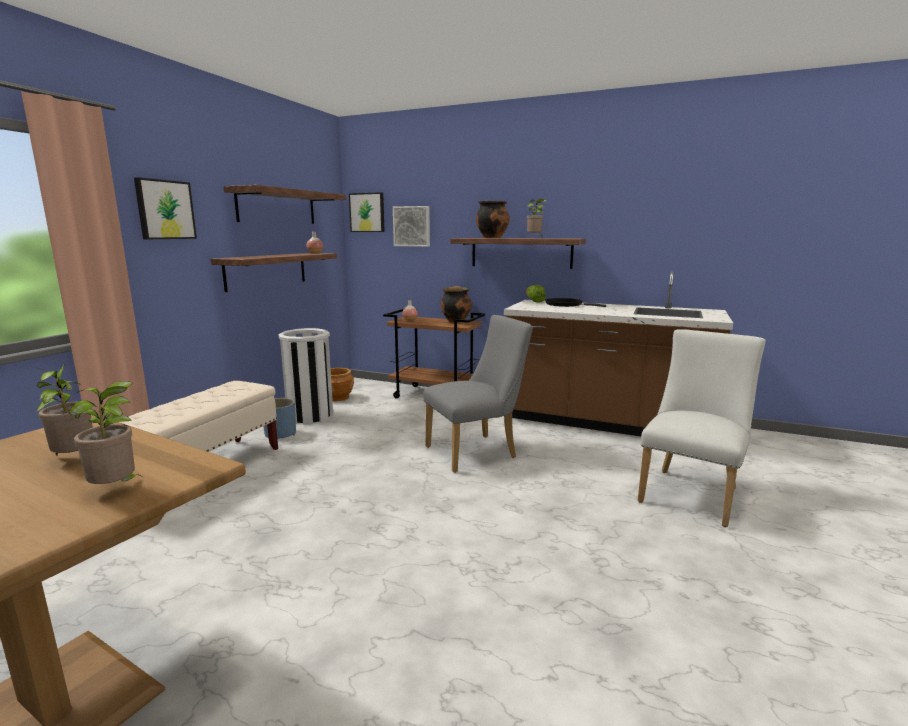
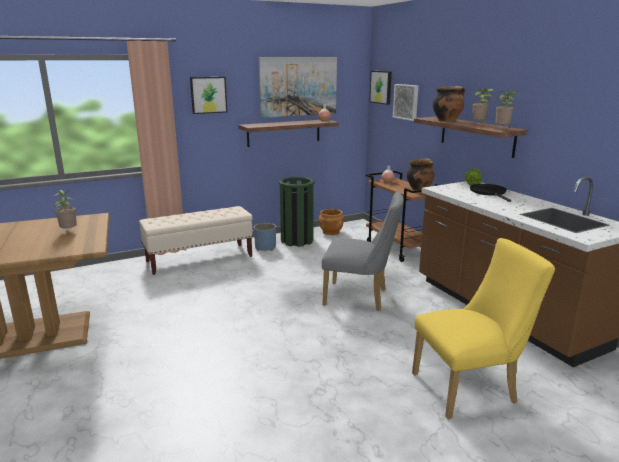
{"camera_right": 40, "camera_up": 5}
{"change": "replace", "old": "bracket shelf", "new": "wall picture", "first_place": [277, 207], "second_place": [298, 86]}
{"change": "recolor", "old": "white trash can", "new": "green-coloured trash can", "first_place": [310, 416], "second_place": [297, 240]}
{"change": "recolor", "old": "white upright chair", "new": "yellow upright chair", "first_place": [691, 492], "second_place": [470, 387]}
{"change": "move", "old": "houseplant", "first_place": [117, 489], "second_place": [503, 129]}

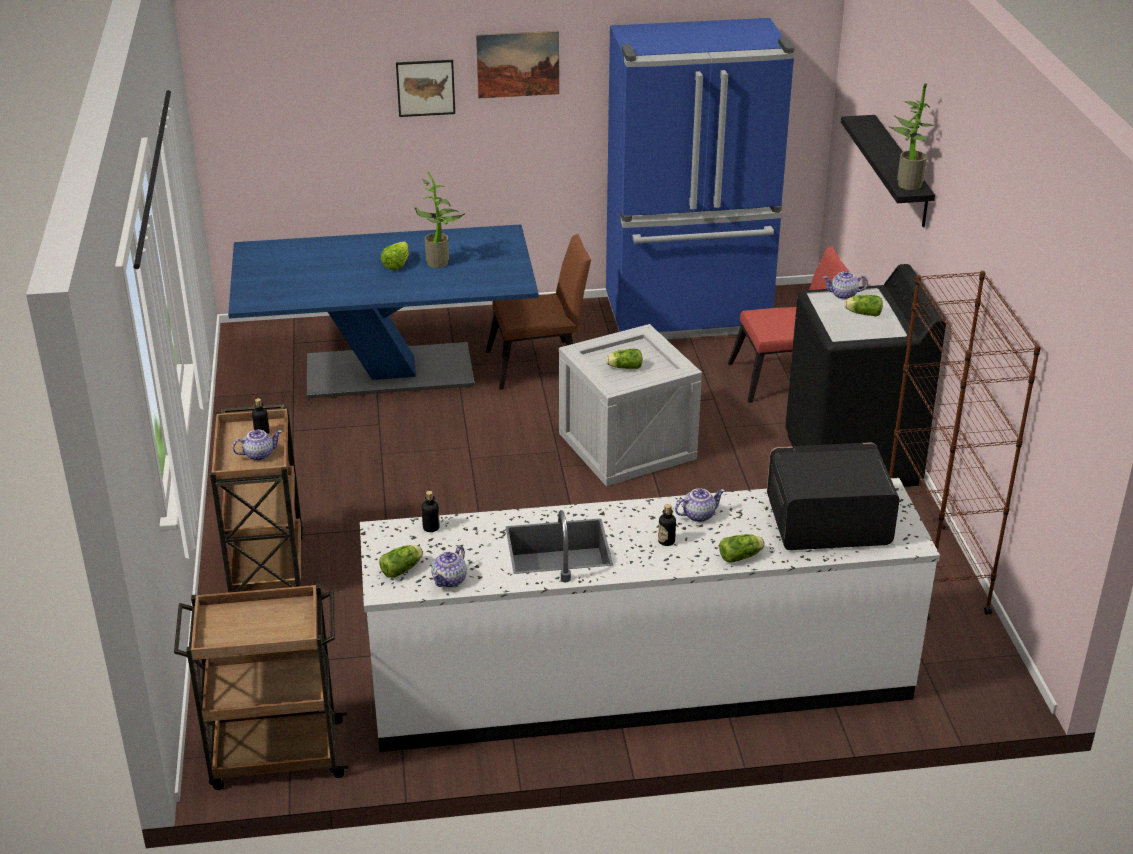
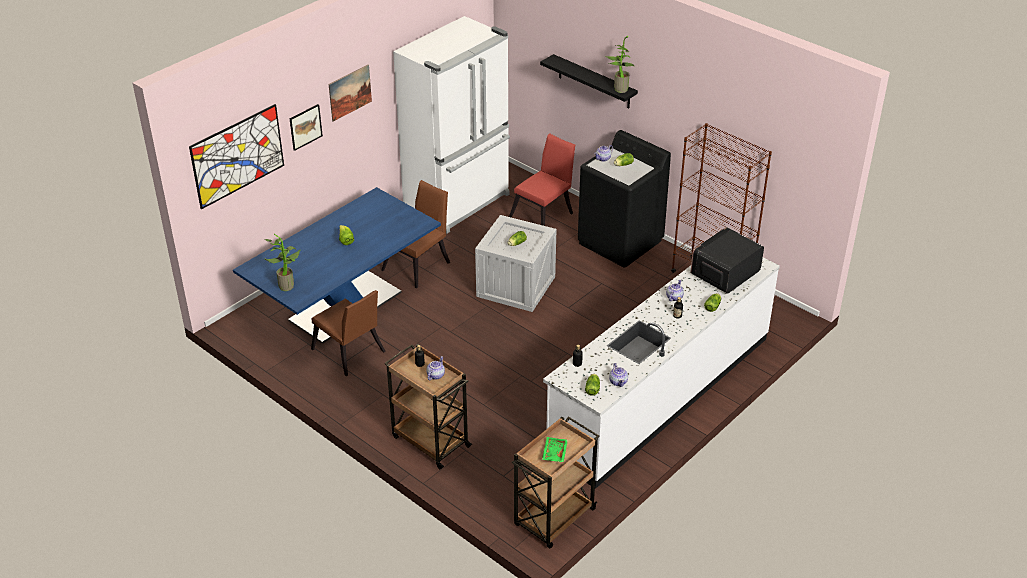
{"camera_right": -40, "camera_up": 5}
{"change": "insert", "new": "wall picture", "second_place": [238, 156]}
{"change": "move", "old": "houseplant", "first_place": [441, 262], "second_place": [287, 285]}
{"change": "insert", "new": "brown-coloured upright chair", "second_place": [350, 353]}
{"change": "recolor", "old": "bluish fridge", "new": "white fridge", "first_place": [689, 318], "second_place": [459, 203]}
{"change": "insert", "new": "green-coloured tray", "second_place": [554, 453]}

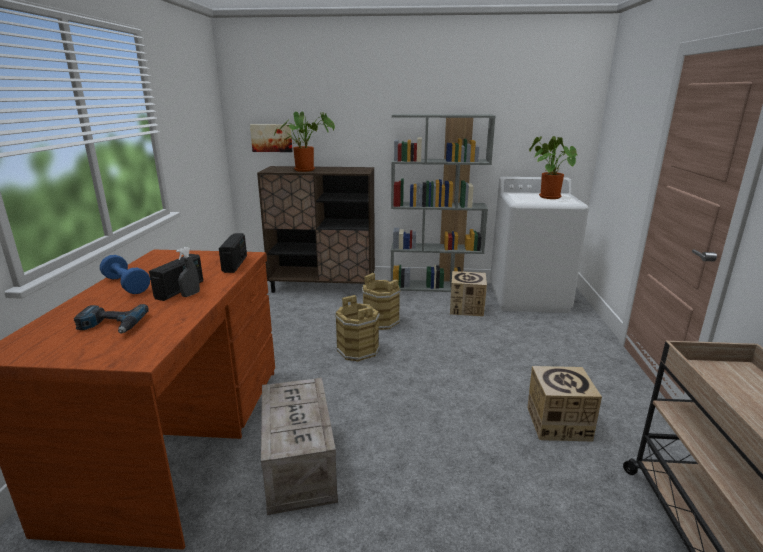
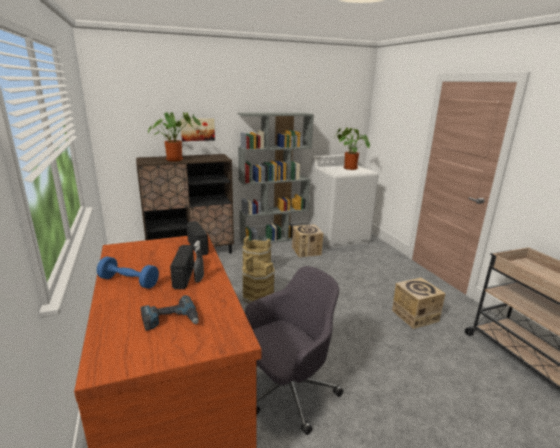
{"camera_right": -25, "camera_up": 0}
{"change": "move", "old": "wall picture", "first_place": [272, 138], "second_place": [197, 129]}
{"change": "replace", "old": "crate", "new": "grey computer chair", "first_place": [300, 464], "second_place": [287, 391]}

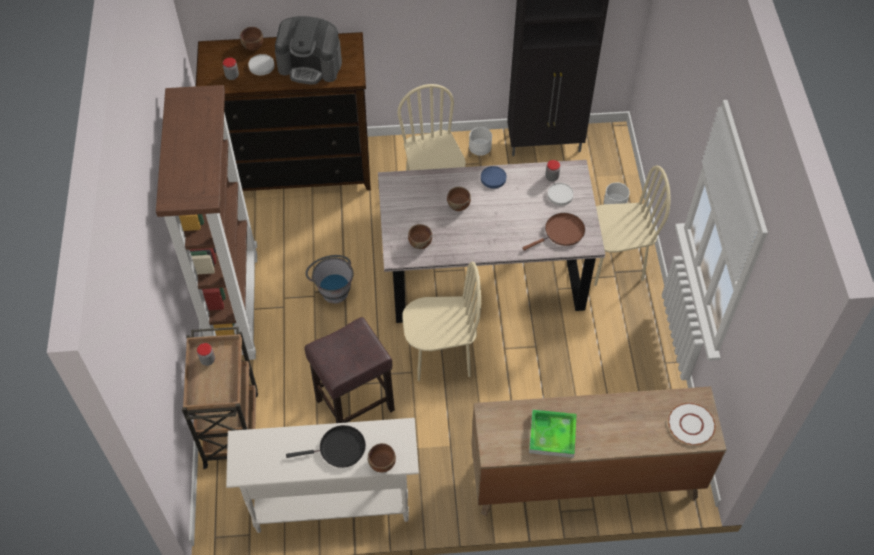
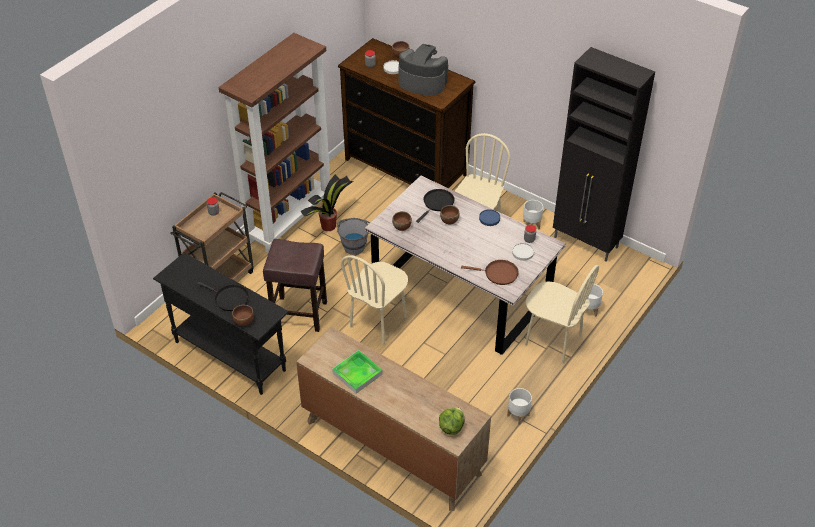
{"camera_right": 40, "camera_up": -10}
{"change": "recolor", "old": "white narrow table", "new": "blackish narrow table", "first_place": [331, 503], "second_place": [230, 355]}
{"change": "insert", "new": "houseplant", "second_place": [329, 225]}
{"change": "rotate", "old": "beige upright chair", "first_place": [441, 357], "second_place": [378, 322], "degrees": 90}
{"change": "rotate", "old": "coffee brewer", "first_place": [310, 65], "second_place": [422, 82], "degrees": 150}
{"change": "insert", "new": "blackish frying pan", "second_place": [437, 203]}
{"change": "replace", "old": "white plate", "new": "lettuce head", "first_place": [691, 425], "second_place": [451, 427]}
{"change": "insert", "new": "white planter", "second_place": [518, 415]}

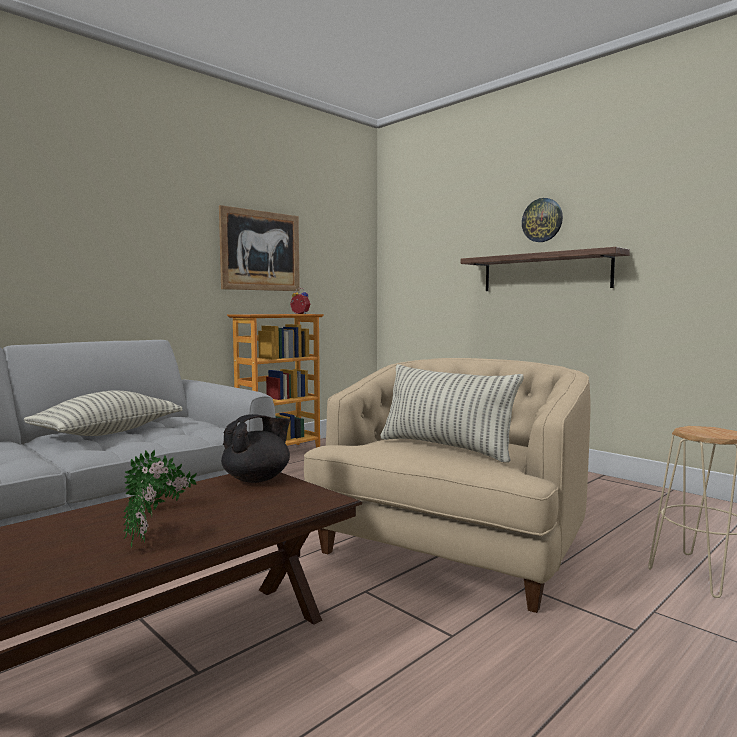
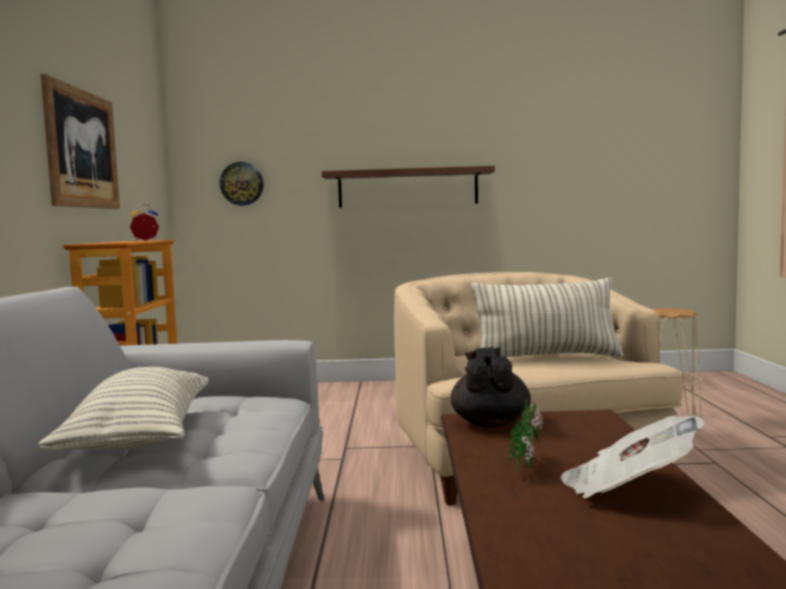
{"camera_right": -45, "camera_up": 0}
{"change": "move", "old": "wall clock", "first_place": [542, 220], "second_place": [242, 183]}
{"change": "replace", "old": "houseplant", "new": "newspaper", "first_place": [139, 540], "second_place": [627, 489]}

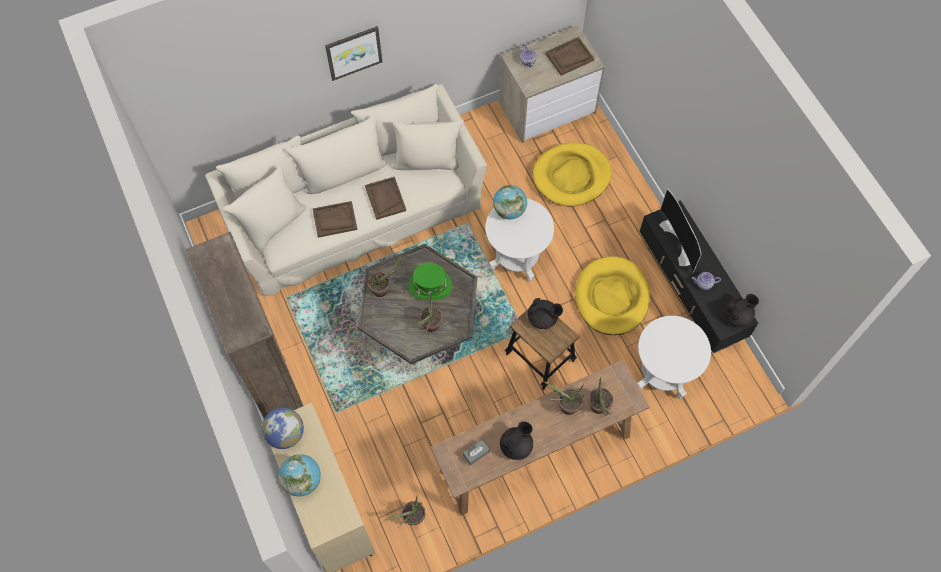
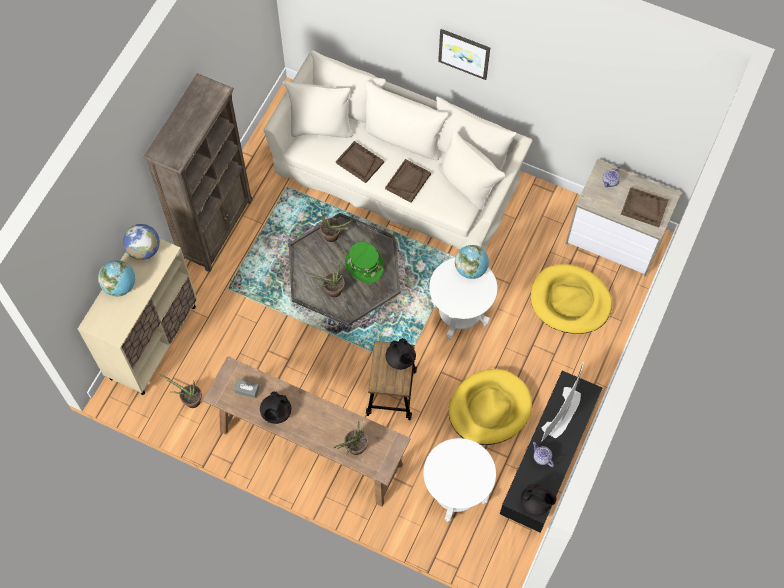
{"camera_right": 50, "camera_up": 0}
{"change": "rotate", "old": "blackish teapot", "first_place": [516, 446], "second_place": [276, 413], "degrees": 105}
{"change": "delete", "old": "houseplant", "first_place": [564, 406]}

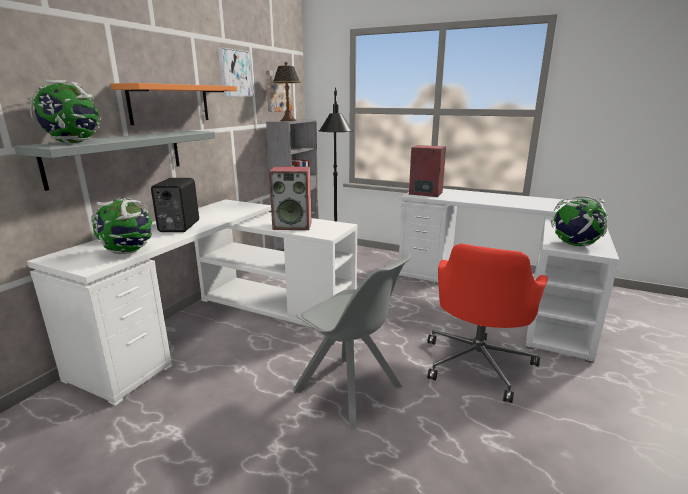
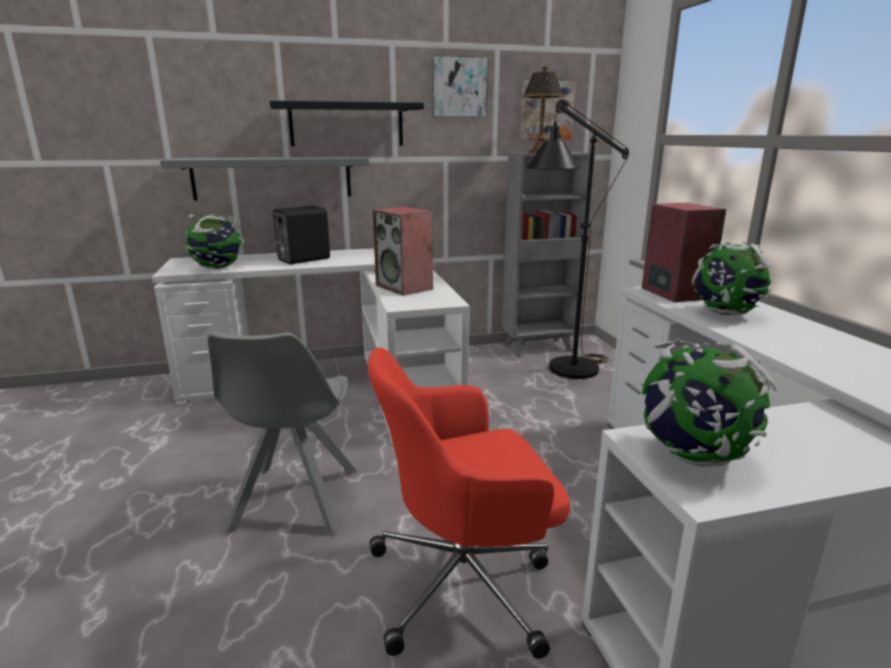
{"camera_right": 50, "camera_up": 0}
{"change": "recolor", "old": "orangey bracket shelf", "new": "blackish bracket shelf", "first_place": [170, 104], "second_place": [347, 125]}
{"change": "move", "old": "globe", "first_place": [73, 143], "second_place": [724, 313]}

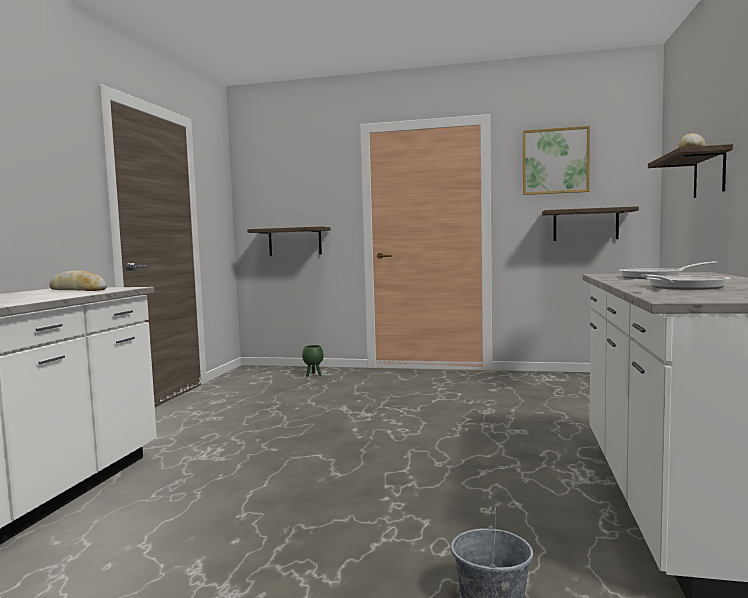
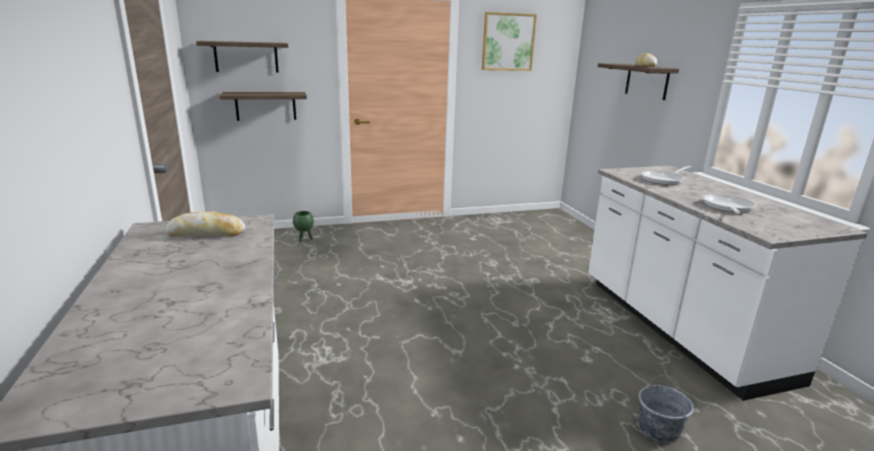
{"camera_right": -30, "camera_up": 15}
{"change": "move", "old": "bracket shelf", "first_place": [585, 225], "second_place": [246, 57]}

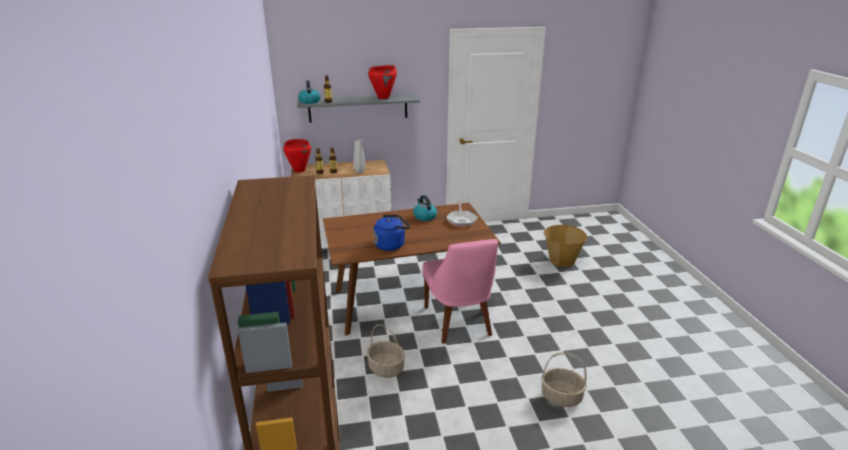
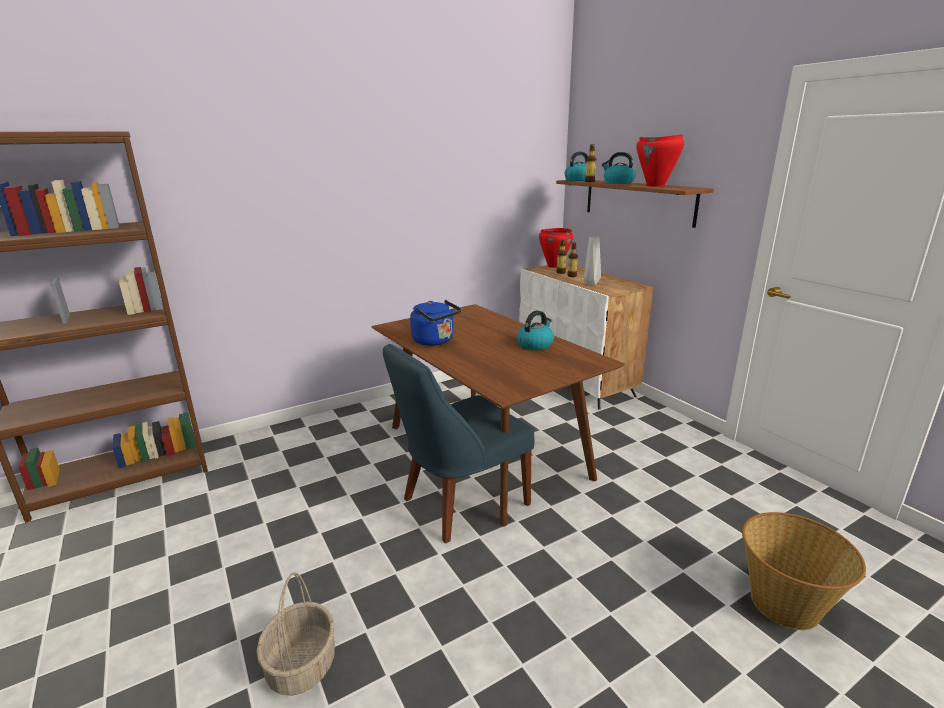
{"camera_right": 70, "camera_up": -5}
{"change": "recolor", "old": "pink-coloured upright chair", "new": "bluish upright chair", "first_place": [458, 323], "second_place": [460, 503]}
{"change": "recolor", "old": "grey bracket shelf", "new": "brown-coloured bracket shelf", "first_place": [358, 108], "second_place": [637, 201]}
{"change": "insert", "new": "water kettle", "second_place": [618, 183]}
{"change": "delete", "old": "household basket", "first_place": [385, 368]}
{"change": "delete", "old": "frying pan", "first_place": [461, 219]}

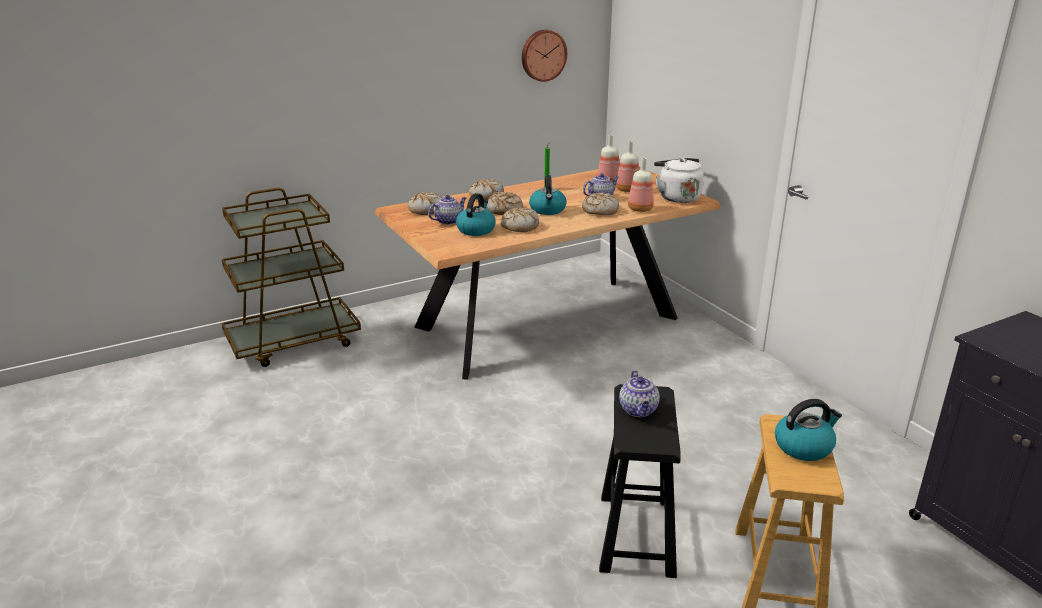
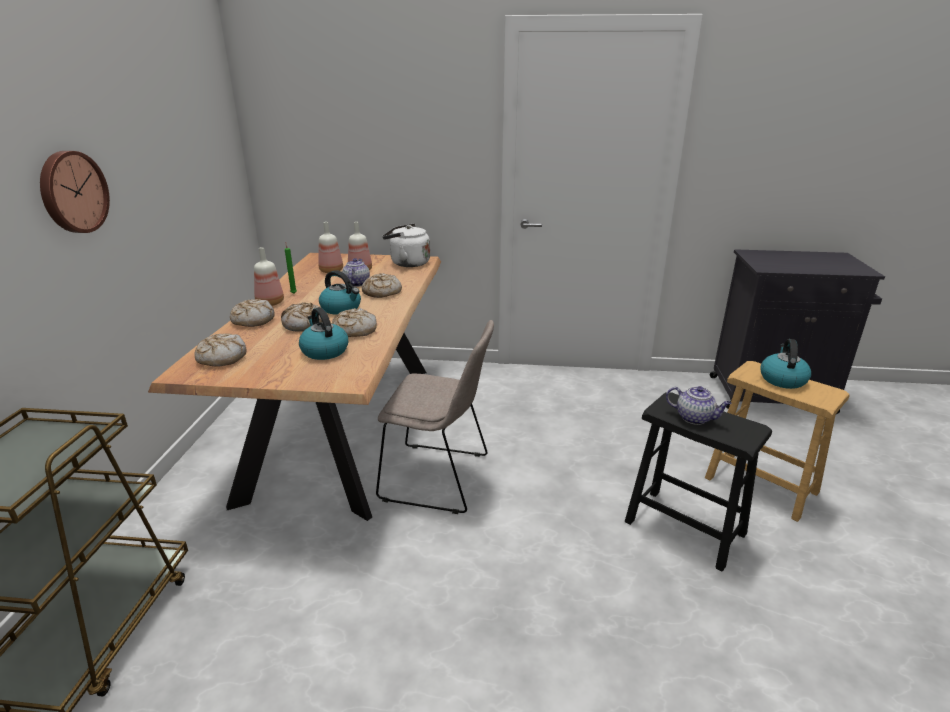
{"camera_right": -55, "camera_up": 0}
{"change": "move", "old": "wall clock", "first_place": [543, 55], "second_place": [72, 192]}
{"change": "move", "old": "beverage bottle", "first_place": [639, 209], "second_place": [270, 303]}
{"change": "insert", "new": "beige upright chair", "second_place": [439, 478]}
{"change": "delete", "old": "teapot", "first_place": [448, 221]}

